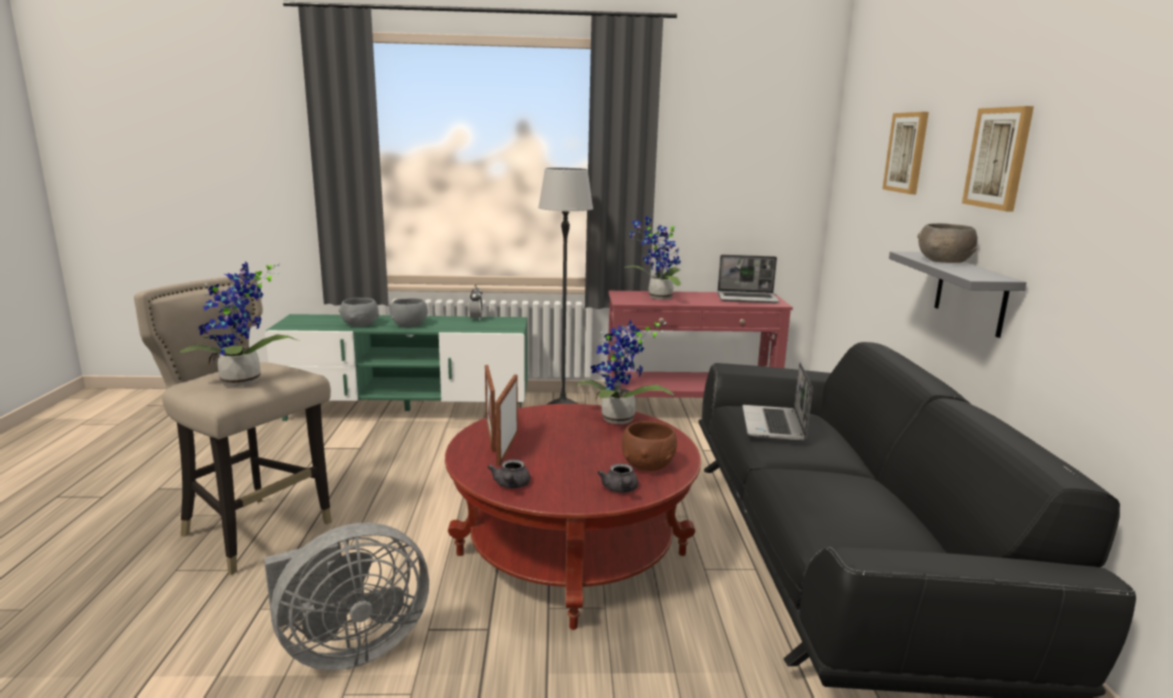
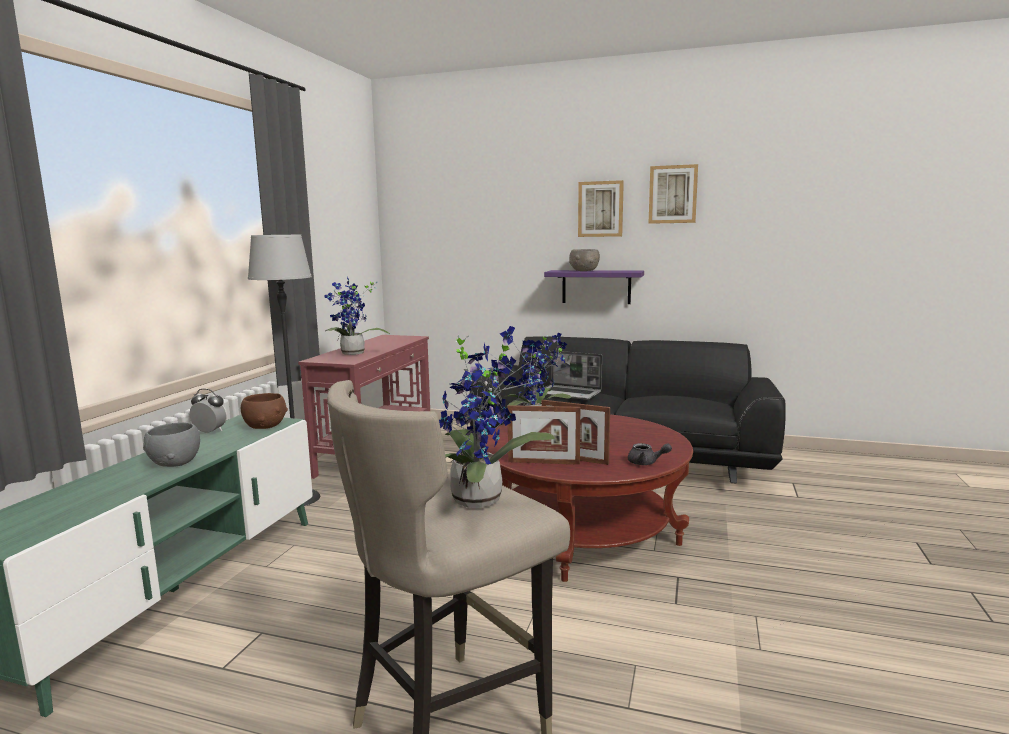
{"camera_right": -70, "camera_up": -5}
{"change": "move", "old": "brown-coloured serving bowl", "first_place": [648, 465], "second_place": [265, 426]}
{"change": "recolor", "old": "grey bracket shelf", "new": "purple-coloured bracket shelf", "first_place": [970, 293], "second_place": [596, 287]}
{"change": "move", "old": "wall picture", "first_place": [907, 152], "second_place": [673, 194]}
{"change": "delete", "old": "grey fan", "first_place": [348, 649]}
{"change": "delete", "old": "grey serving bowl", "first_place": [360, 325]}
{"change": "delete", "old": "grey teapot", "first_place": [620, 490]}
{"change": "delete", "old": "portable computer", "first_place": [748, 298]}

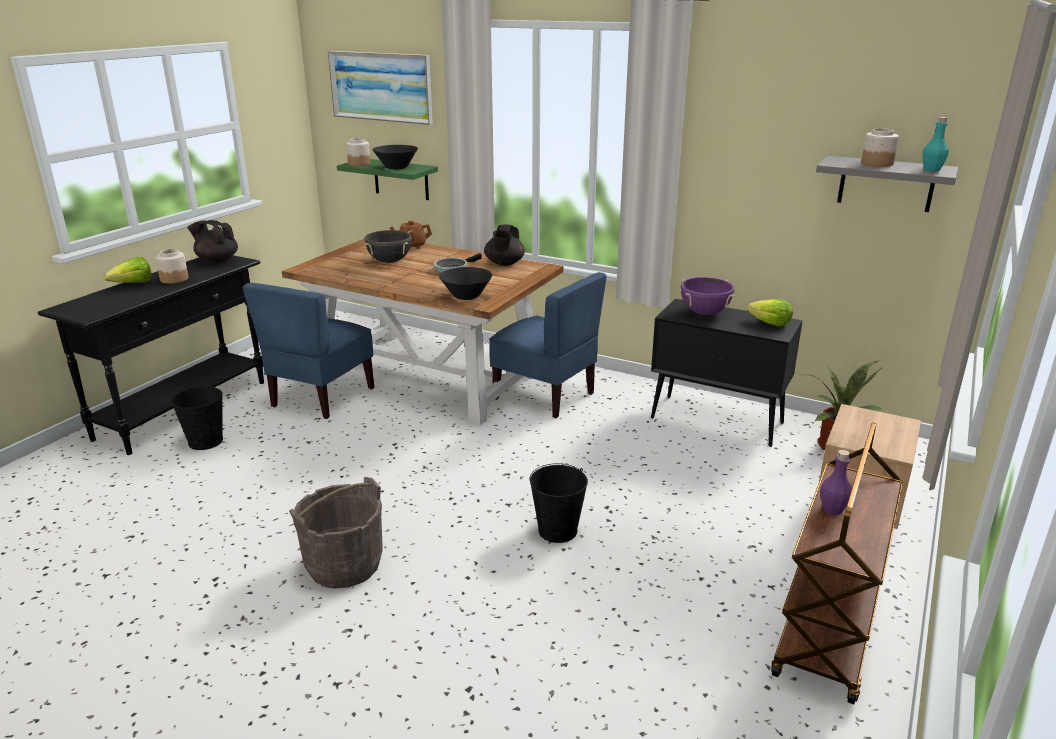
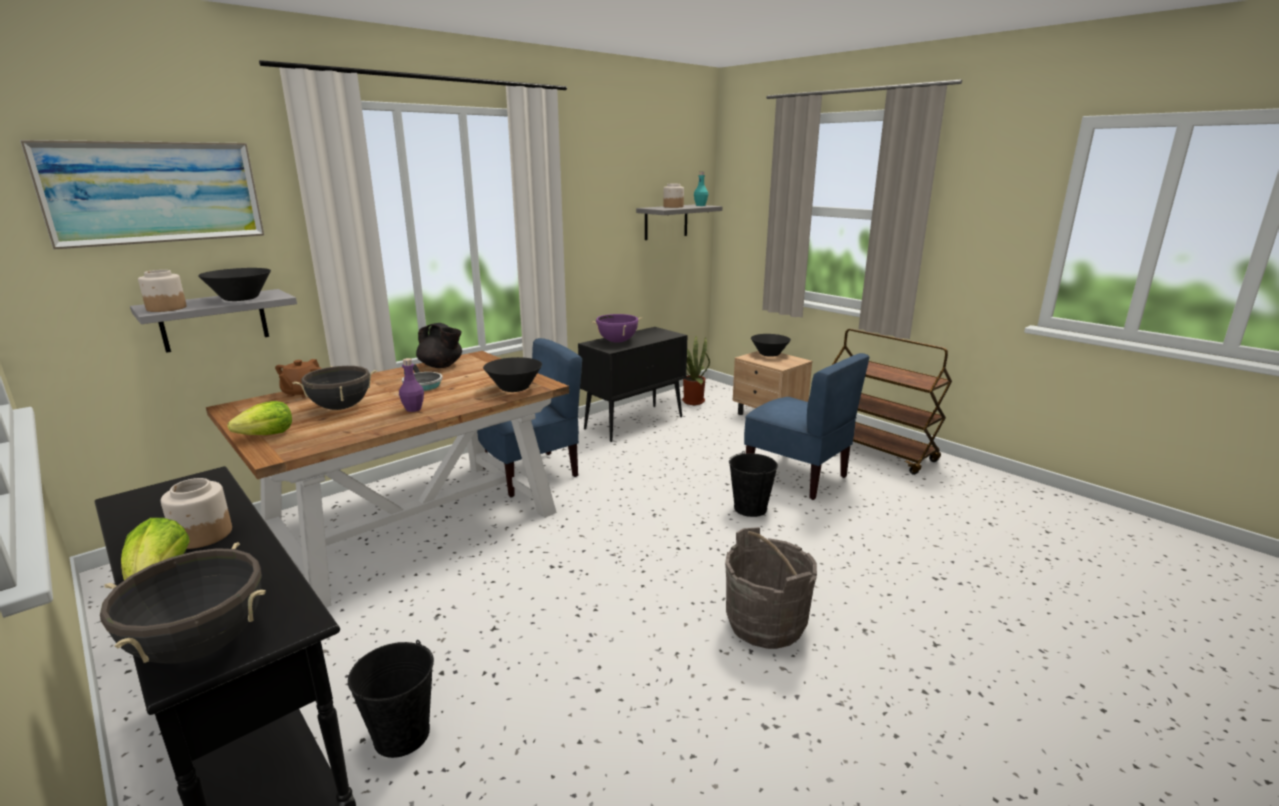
{"camera_right": -70, "camera_up": -5}
{"change": "insert", "new": "blackish cooking pot", "second_place": [200, 646]}
{"change": "recolor", "old": "green-coloured bracket shelf", "new": "grey bracket shelf", "first_place": [401, 179], "second_place": [214, 320]}
{"change": "move", "old": "lettuce head", "first_place": [770, 324], "second_place": [267, 435]}
{"change": "move", "old": "purple-coloured beverage bottle", "first_place": [832, 509], "second_place": [413, 409]}
{"change": "move", "old": "bluish upright chair", "first_place": [321, 397], "second_place": [796, 477]}
{"change": "insert", "new": "blackish serving bowl", "second_place": [769, 354]}
{"change": "delete", "old": "blackish teapot", "first_place": [217, 260]}

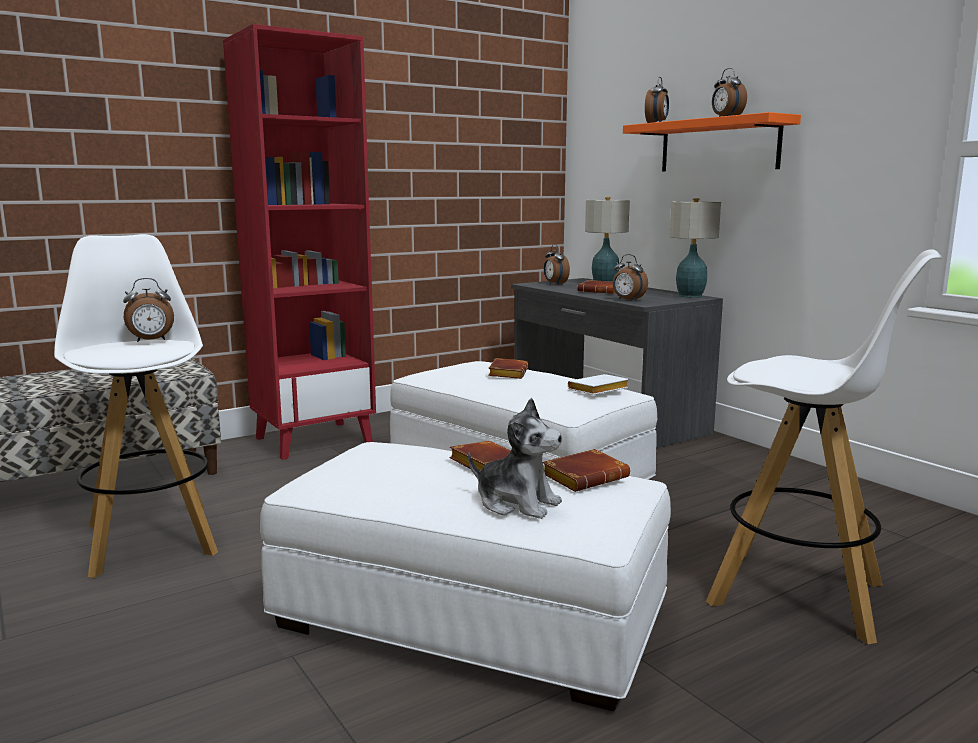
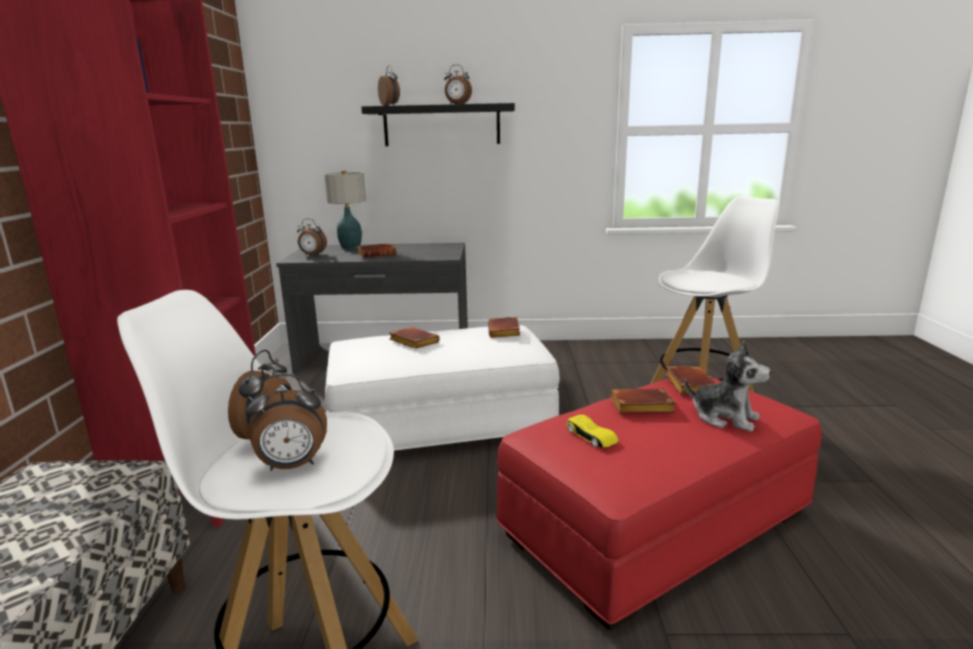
{"camera_right": -55, "camera_up": 5}
{"change": "move", "old": "alarm clock", "first_place": [627, 300], "second_place": [292, 466]}
{"change": "recolor", "old": "orangey bracket shelf", "new": "blackish bracket shelf", "first_place": [718, 146], "second_place": [441, 125]}
{"change": "recolor", "old": "white volume", "new": "brown-coloured volume", "first_place": [598, 390], "second_place": [505, 332]}
{"change": "recolor", "old": "white footrest", "new": "red-coloured footrest", "first_place": [471, 616], "second_place": [655, 523]}
{"change": "insert", "new": "yellow miniature car", "second_place": [592, 436]}
{"change": "rotate", "old": "plush toy", "first_place": [517, 503], "second_place": [725, 417], "degrees": 60}
{"change": "delete", "old": "table lamp", "first_place": [690, 296]}

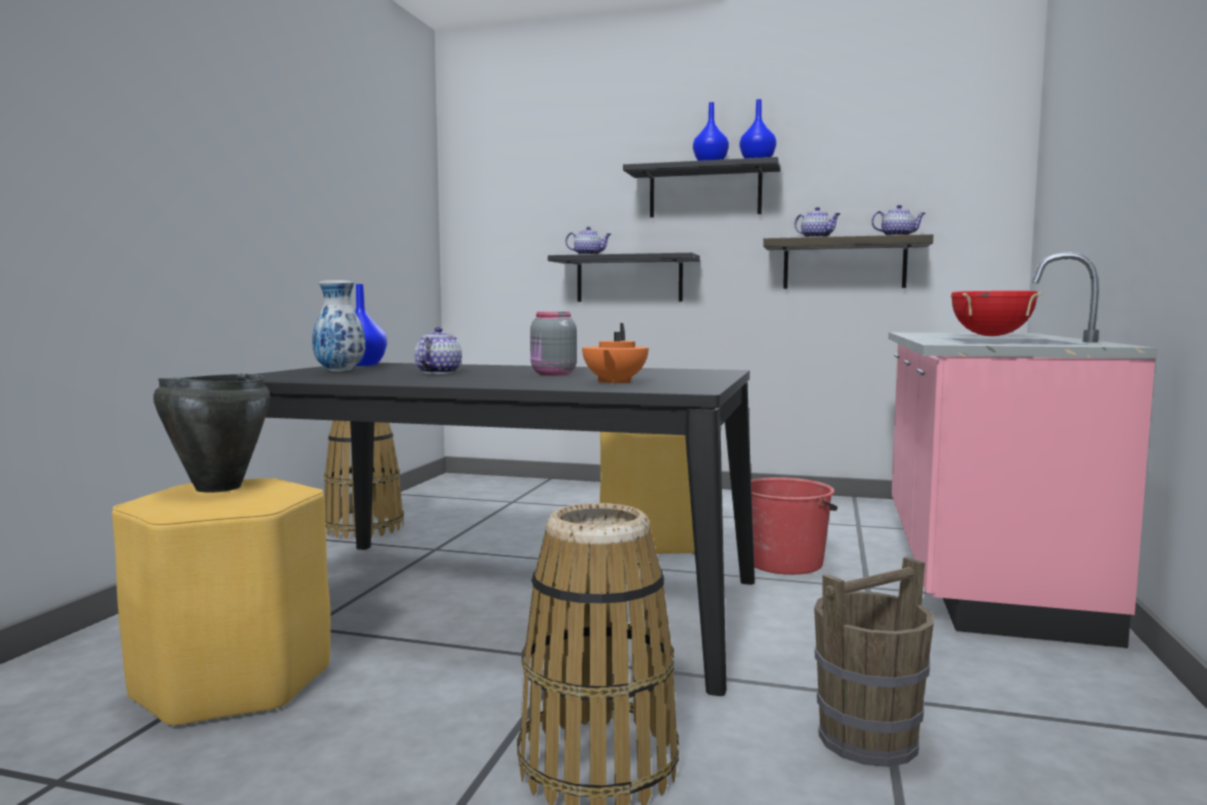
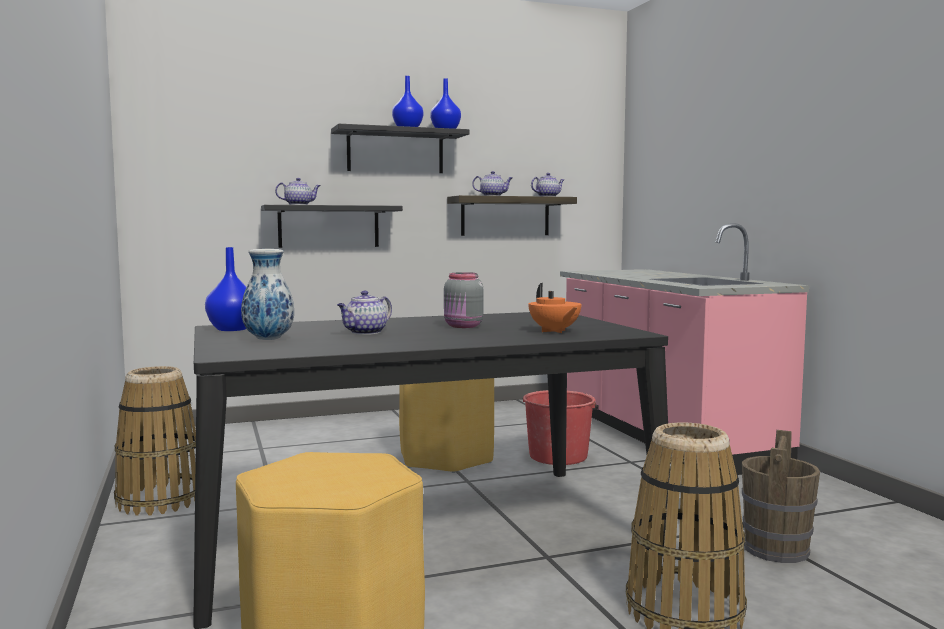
{"camera_right": -35, "camera_up": 0}
{"change": "rotate", "old": "teapot", "first_place": [438, 372], "second_place": [365, 332], "degrees": -120}
{"change": "delete", "old": "blackish cooking pot", "first_place": [217, 488]}
{"change": "delete", "old": "red-coloured cooking pot", "first_place": [991, 336]}

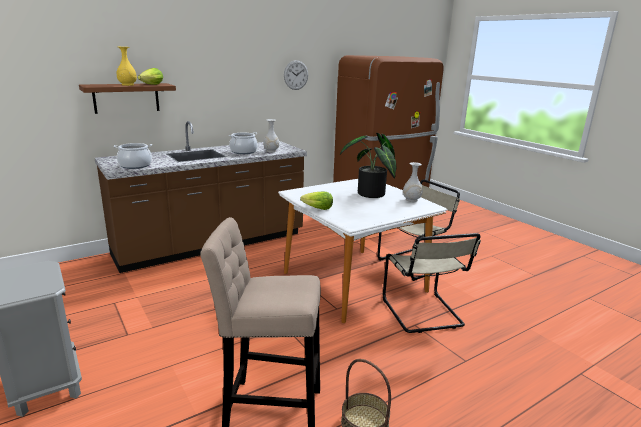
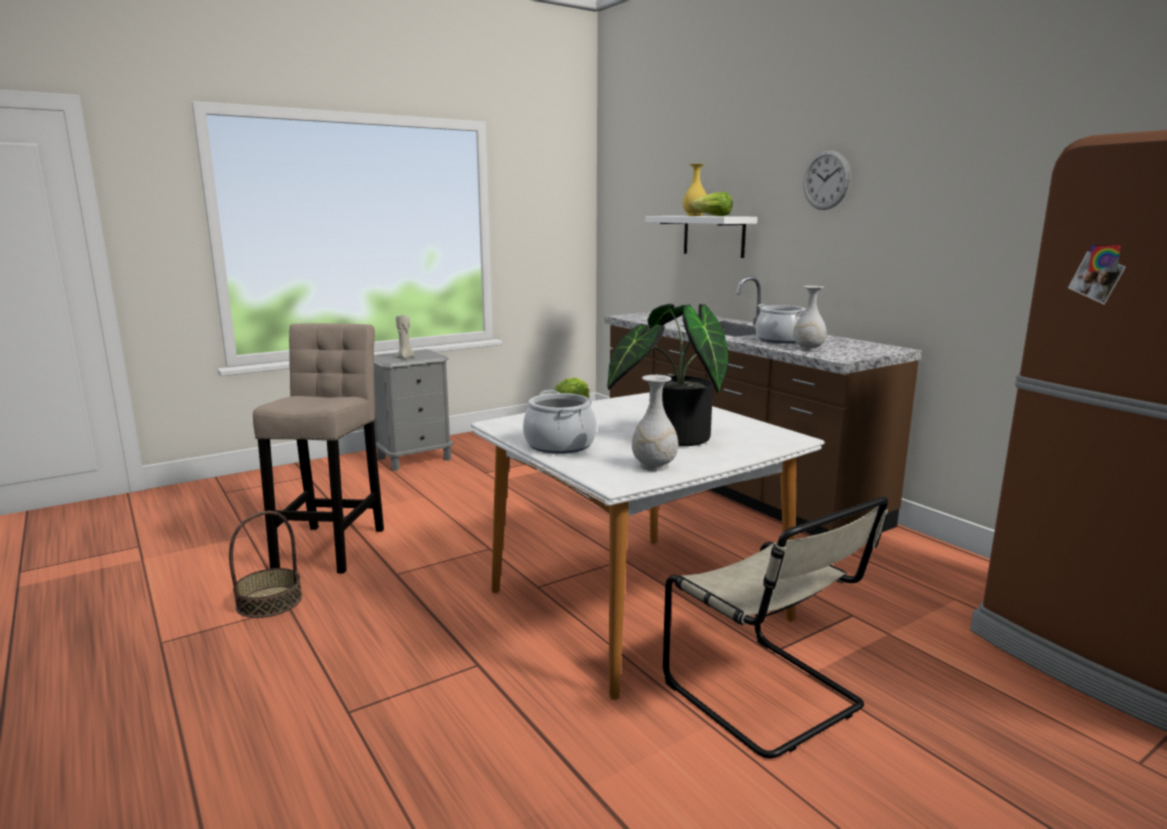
{"camera_right": 90, "camera_up": -5}
{"change": "insert", "new": "beige wax light", "second_place": [405, 358]}
{"change": "move", "old": "cooking pot", "first_place": [135, 165], "second_place": [560, 445]}
{"change": "recolor", "old": "brown-coloured bracket shelf", "new": "white bracket shelf", "first_place": [126, 98], "second_place": [713, 236]}
{"change": "move", "old": "wall clock", "first_place": [296, 75], "second_place": [826, 180]}
{"change": "delete", "old": "beige upright chair", "first_place": [423, 314]}

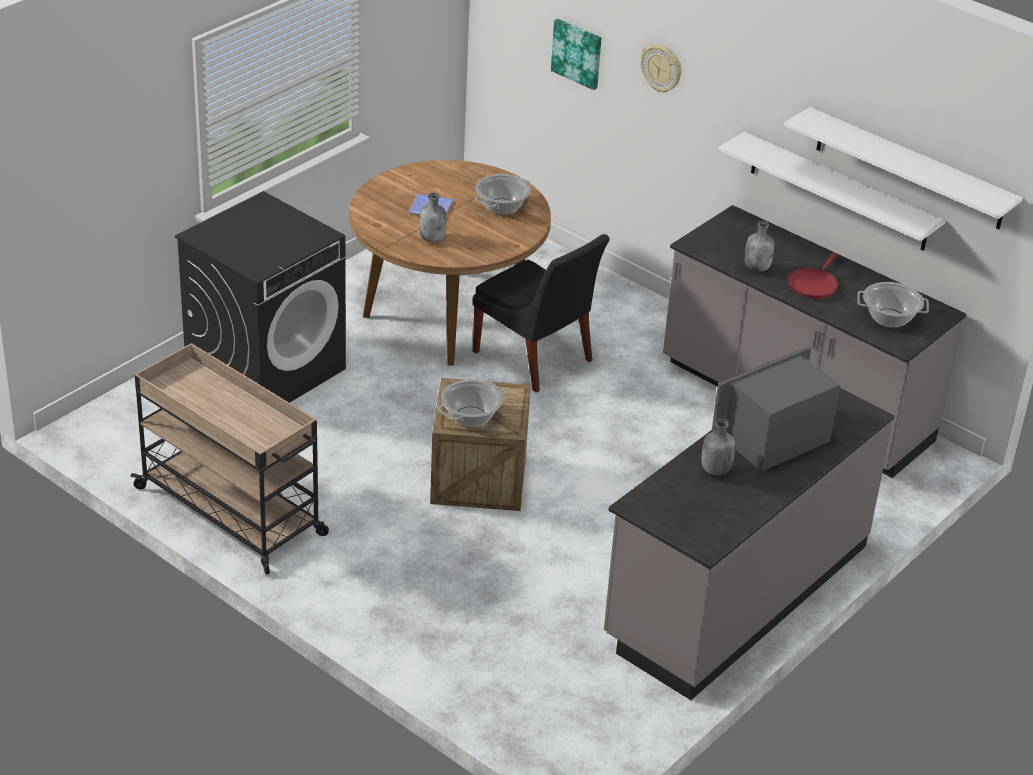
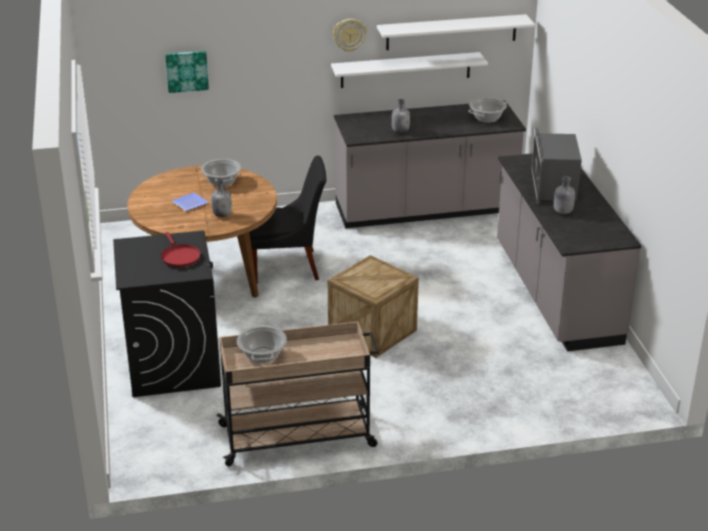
{"camera_right": -50, "camera_up": -5}
{"change": "move", "old": "red-coloured frying pan", "first_place": [813, 284], "second_place": [179, 256]}
{"change": "move", "old": "cooking pot", "first_place": [471, 417], "second_place": [262, 356]}
{"change": "move", "old": "wall clock", "first_place": [661, 68], "second_place": [349, 34]}

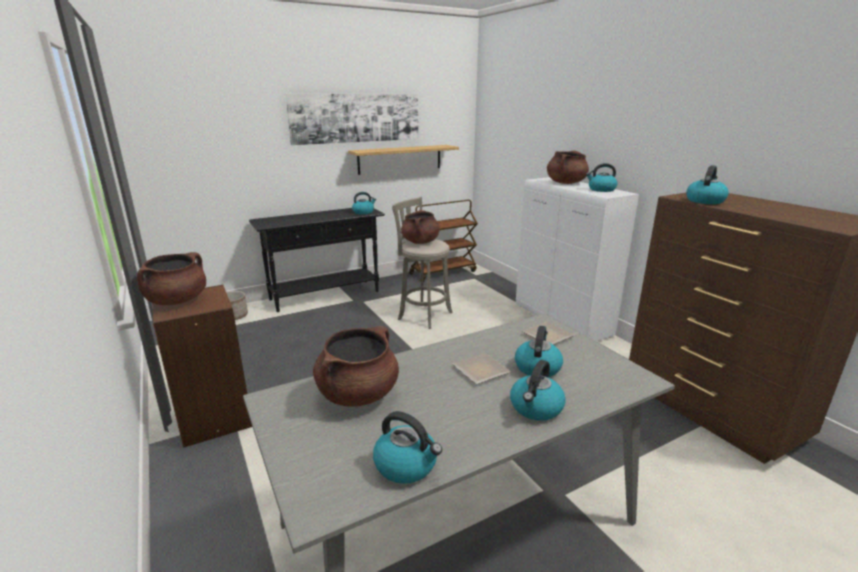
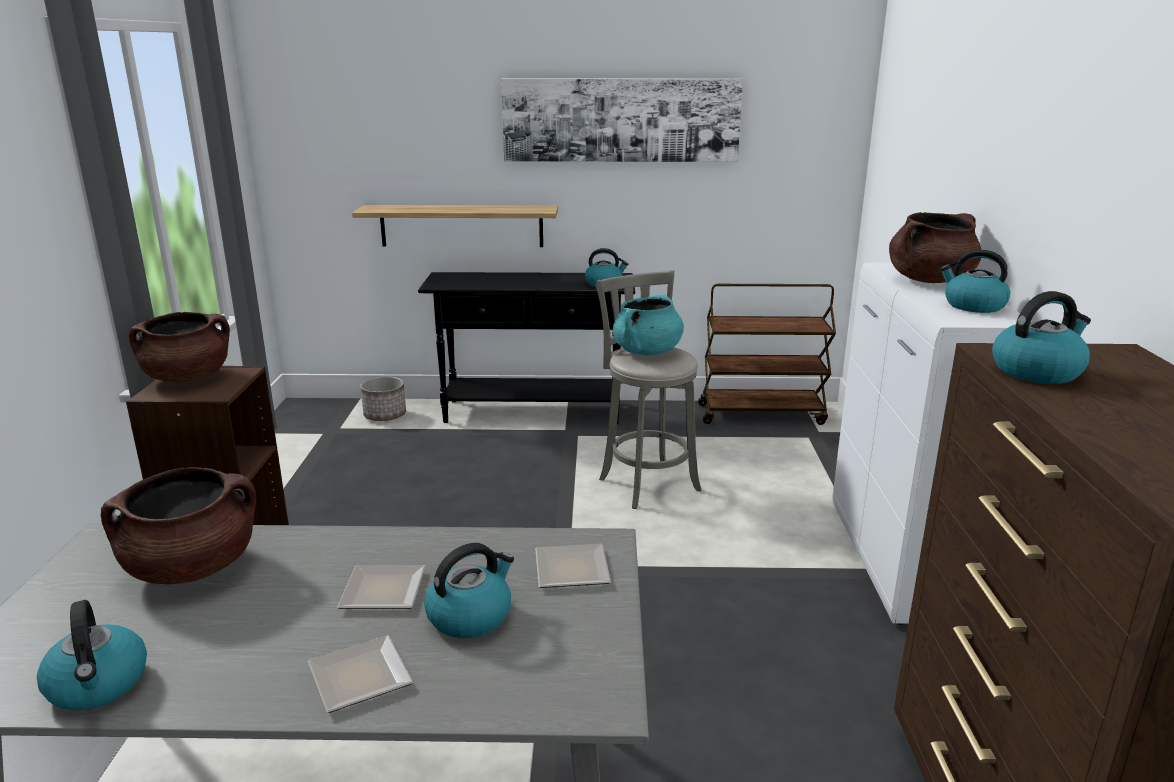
{"camera_right": 30, "camera_up": 0}
{"change": "replace", "old": "water kettle", "new": "plate", "first_place": [536, 408], "second_place": [364, 678]}
{"change": "move", "old": "bracket shelf", "first_place": [400, 159], "second_place": [461, 226]}
{"change": "recolor", "old": "brown-coloured cooking pot", "new": "turquoise-coloured cooking pot", "first_place": [420, 242], "second_place": [647, 352]}

